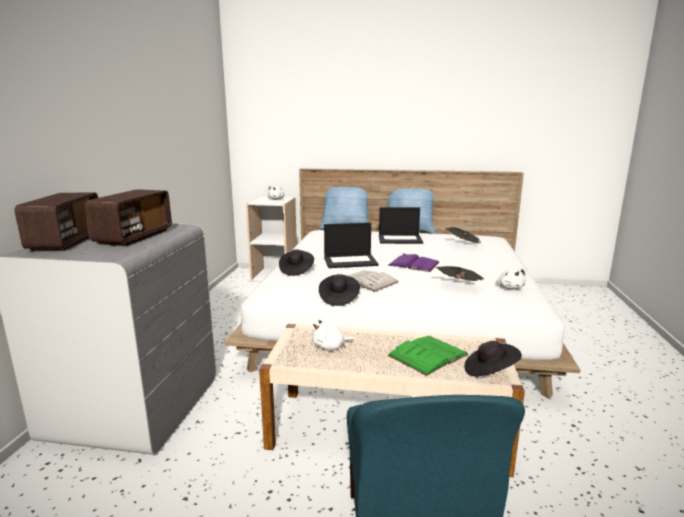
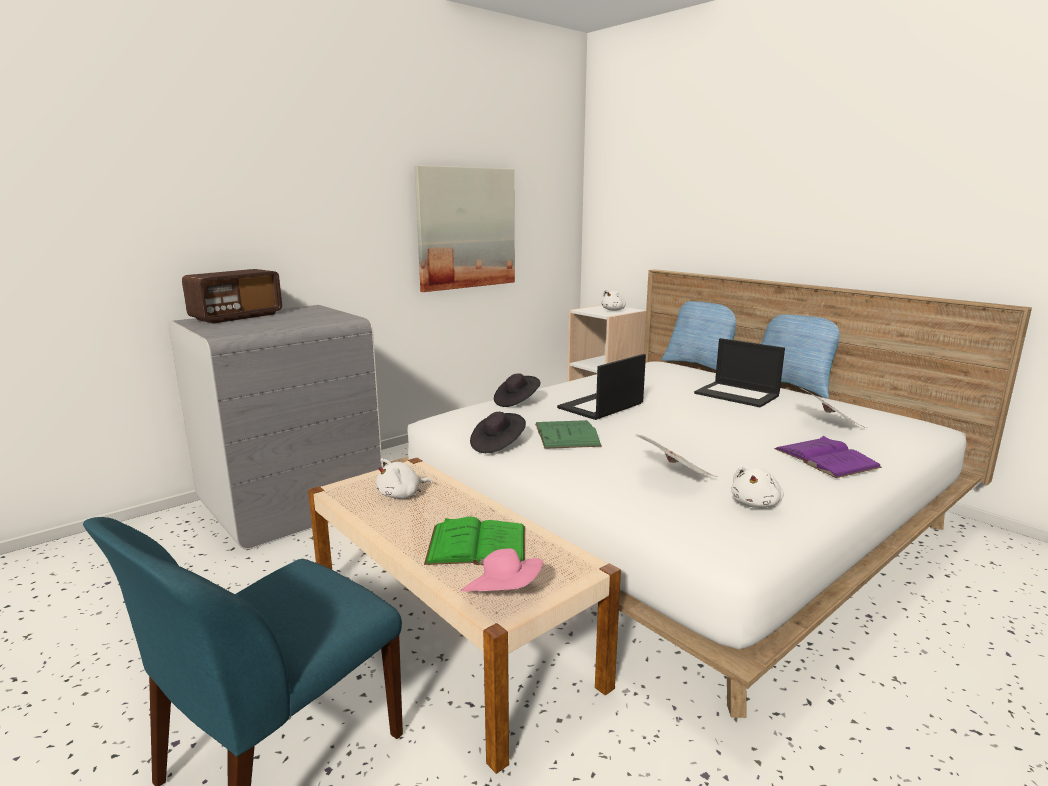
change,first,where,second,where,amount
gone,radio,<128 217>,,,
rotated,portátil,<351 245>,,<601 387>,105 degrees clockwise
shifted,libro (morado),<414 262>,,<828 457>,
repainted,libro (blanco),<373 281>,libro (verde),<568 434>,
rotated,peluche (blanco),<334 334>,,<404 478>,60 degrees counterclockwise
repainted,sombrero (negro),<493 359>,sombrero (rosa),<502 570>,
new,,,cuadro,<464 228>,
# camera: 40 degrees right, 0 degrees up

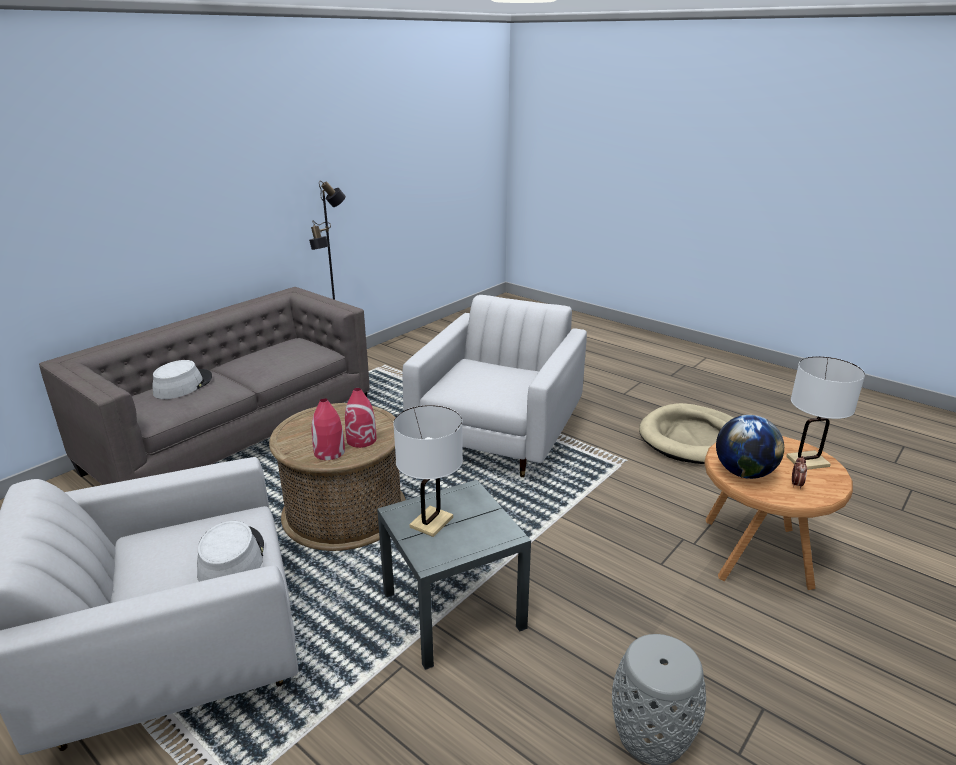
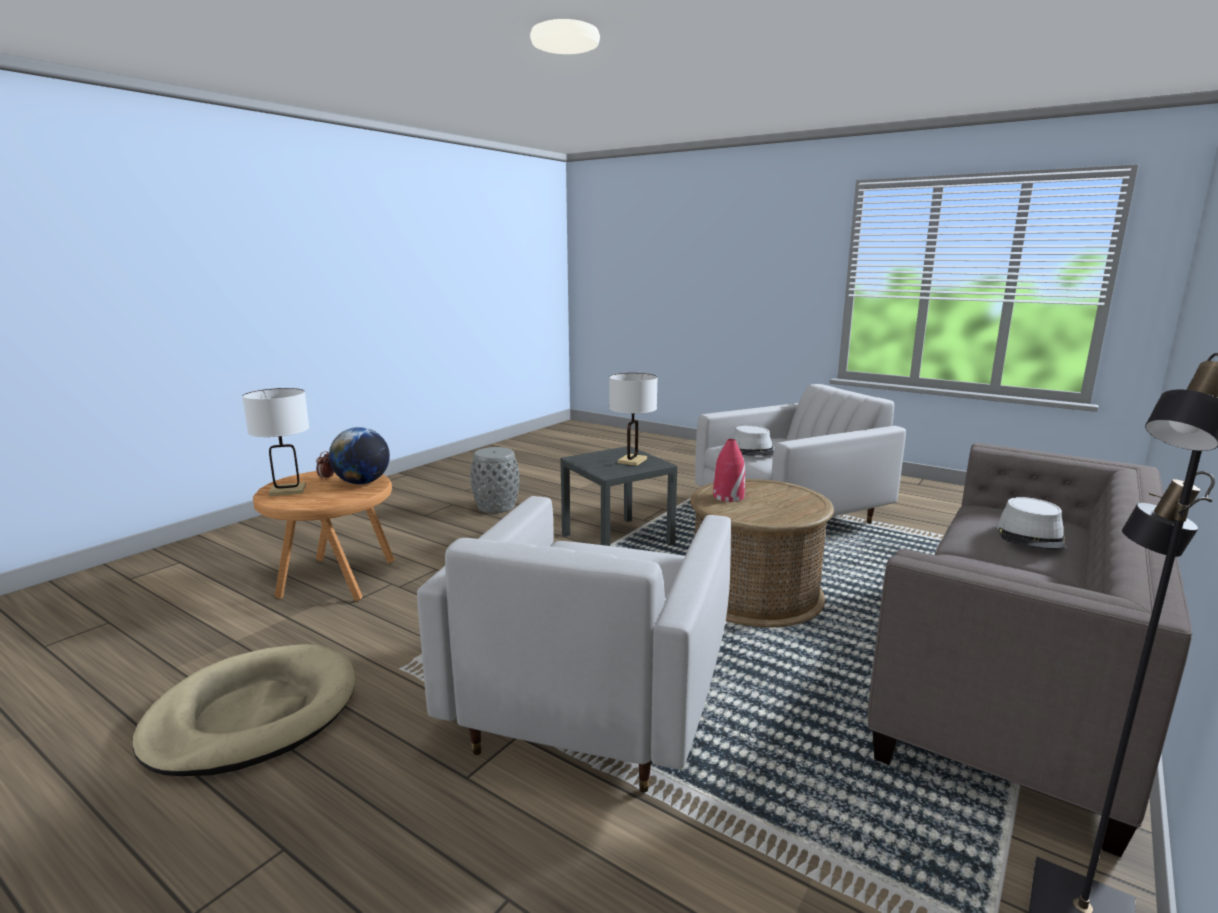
change,first,where,second,where,amount
gone,florero (rojo),<328 429>,,,
# camera: 175 degrees right, 10 degrees down

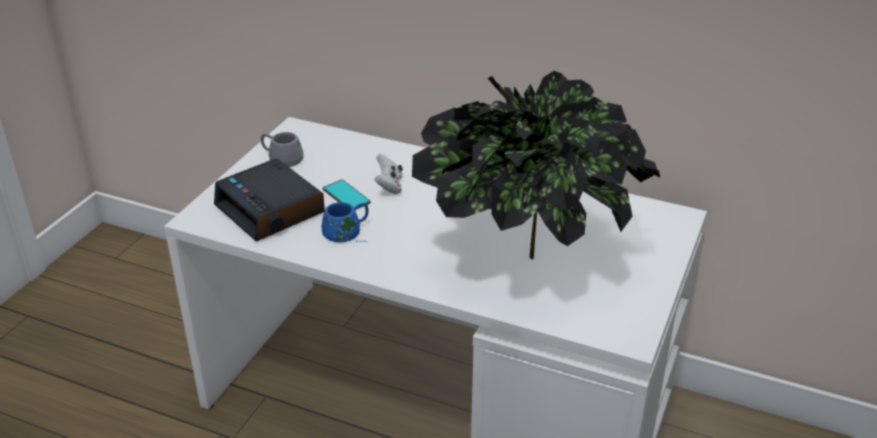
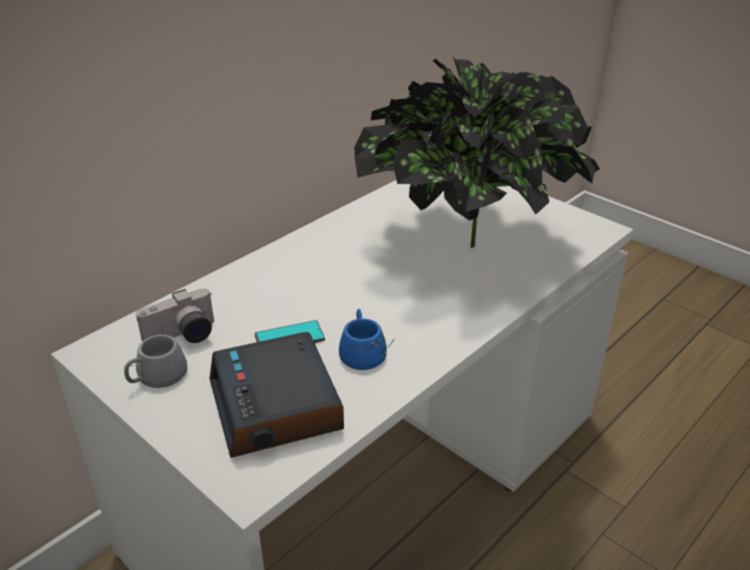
change,first,where,second,where,amount
gone,mando de consola (blanco),<389 174>,,,
rotated,despertador,<269 200>,,<277 395>,90 degrees clockwise
new,,,cámara,<175 316>,
# camera: 70 degrees left, 0 degrees up

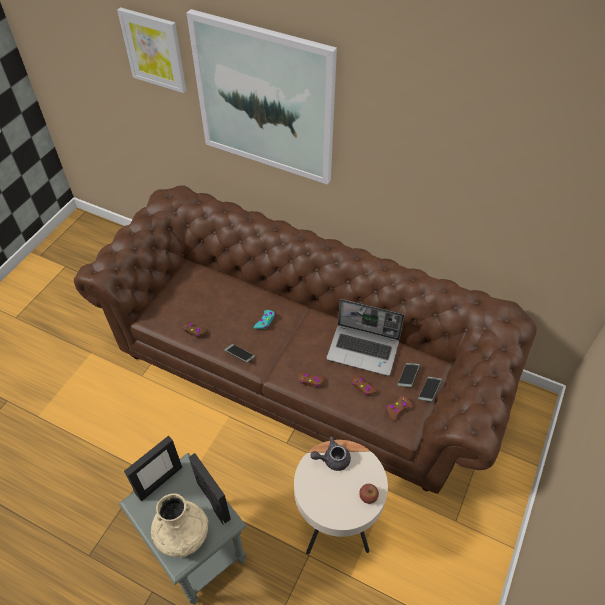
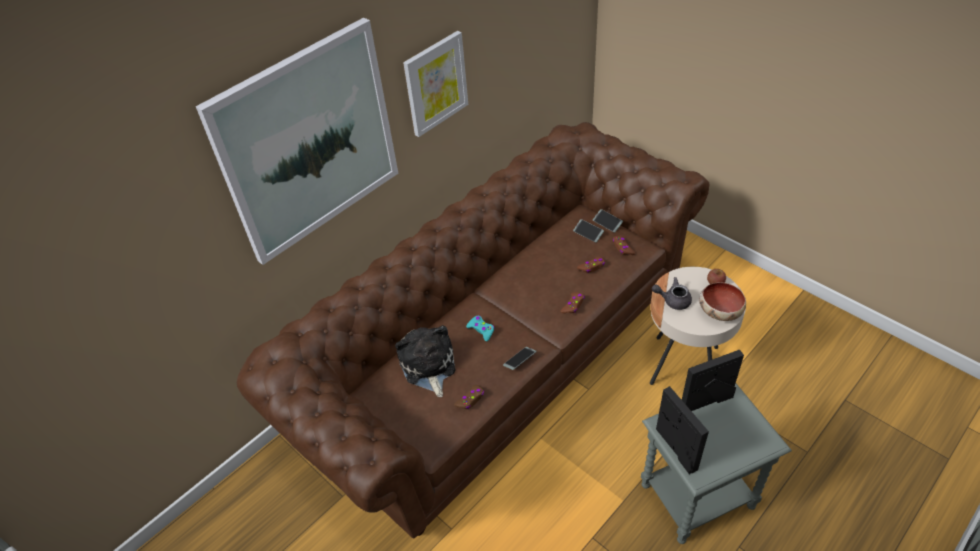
change,first,where,second,where,amount
shifted,cuadro,<151 50>,,<435 84>,
gone,portátil,<366 337>,,,
rotated,tetera (gris),<330 453>,,<672 293>,90 degrees clockwise
gone,florero (beis),<180 525>,,,
new,,,cuenco,<722 301>,
new,,,peluche,<425 361>,
# camera: 70 degrees left, 5 degrees down

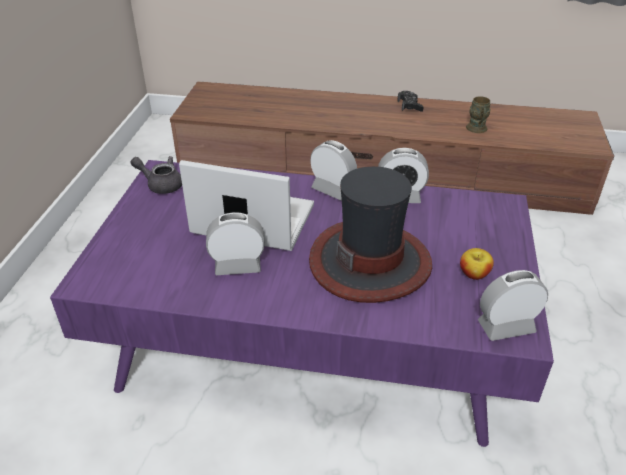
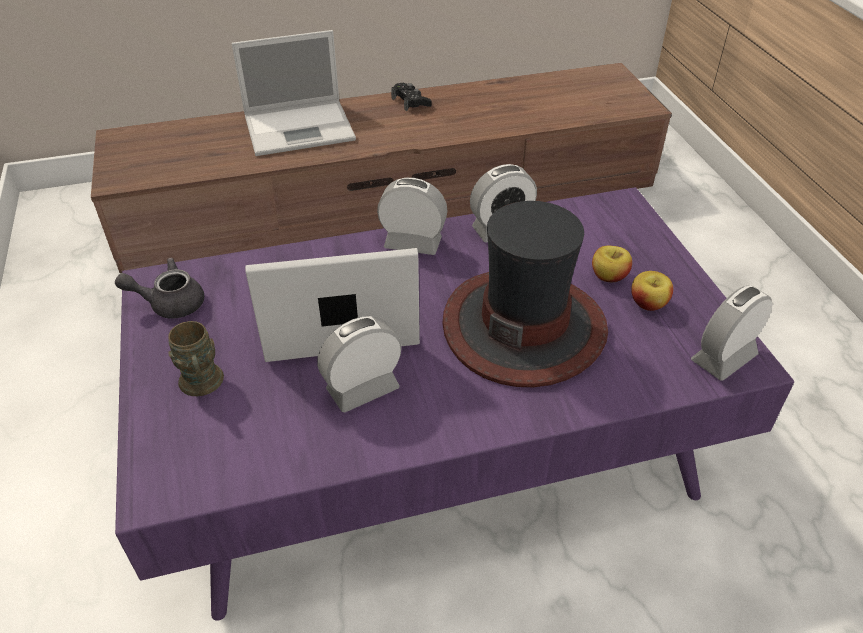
change,first,where,second,where,amount
shifted,taza grande (marrón),<478 114>,,<196 358>,
new,,,portátil,<293 93>,
new,,,manzana,<612 264>,
# camera: 25 degrees left, 5 degrees up

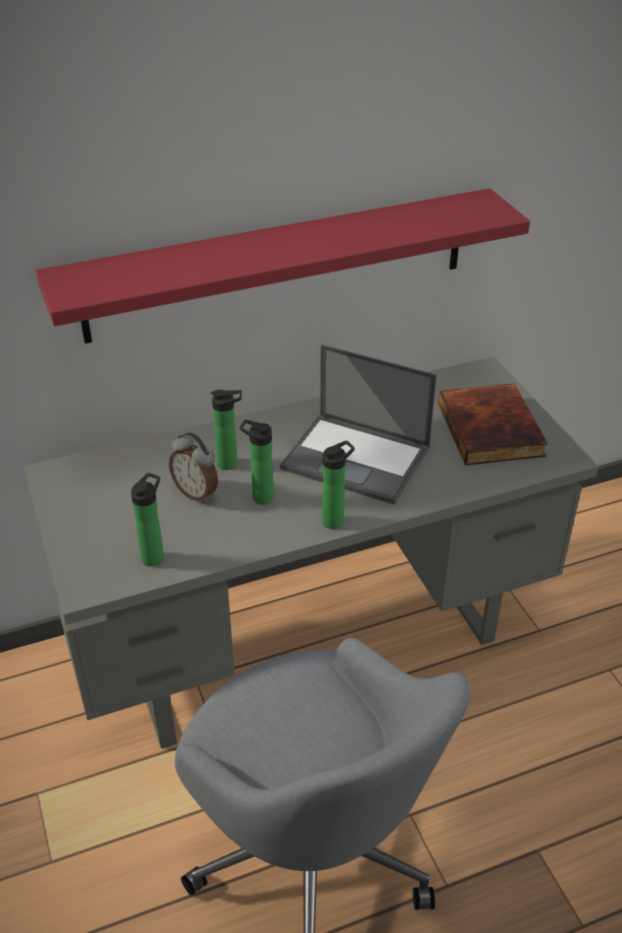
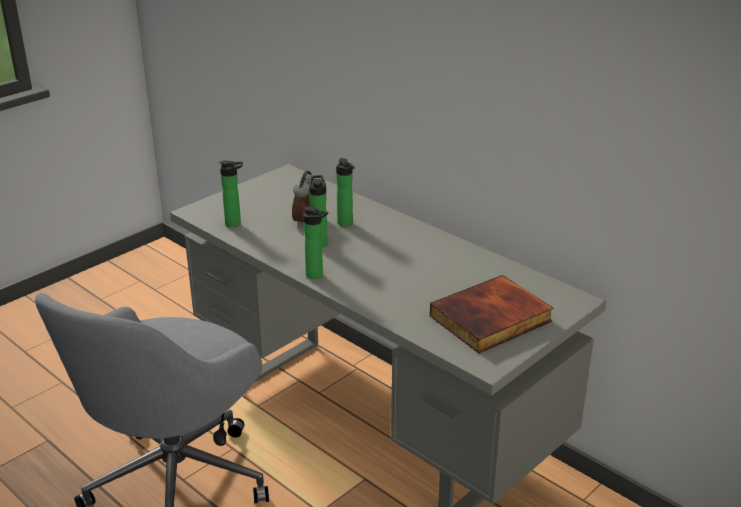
change,first,where,second,where,amount
gone,estante (rojo),<283 266>,,,
gone,portátil,<358 424>,,,
# camera: 65 degrees right, 10 degrees down

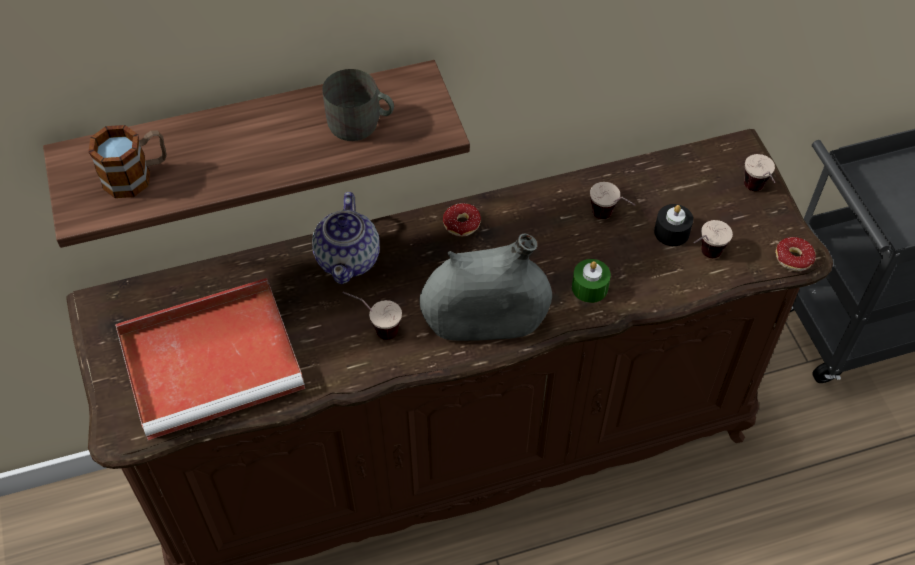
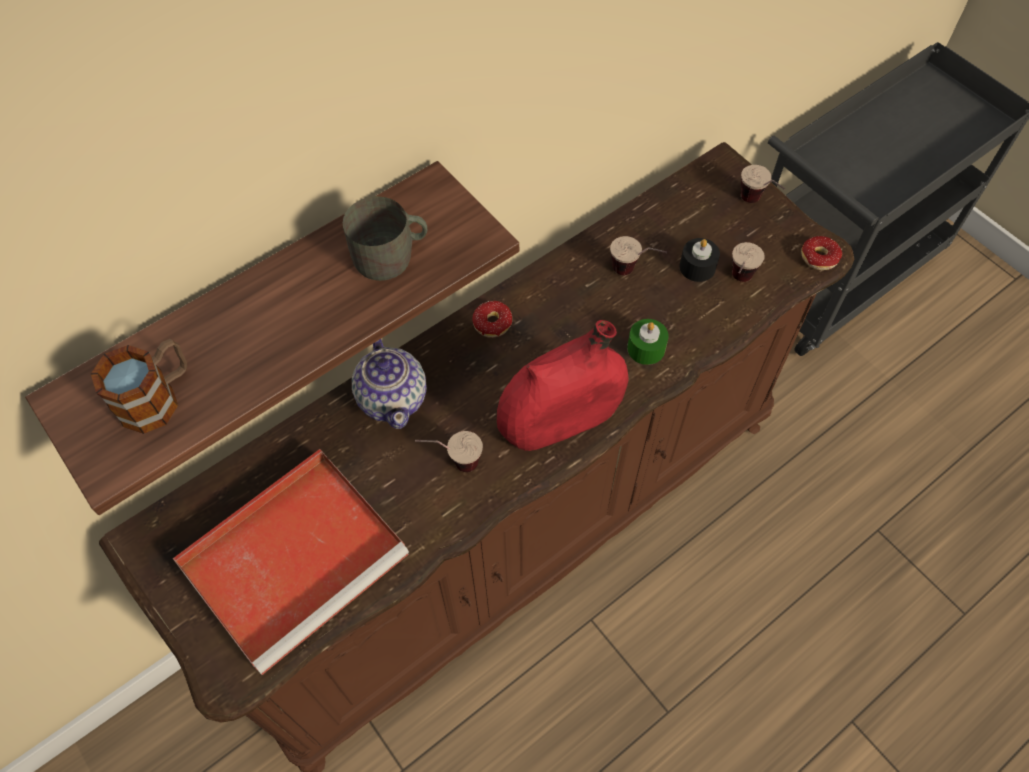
change,first,where,second,where,amount
repainted,florero (gris),<485 287>,florero (rojo),<563 385>,
# camera: 20 degrees left, 5 degrees up

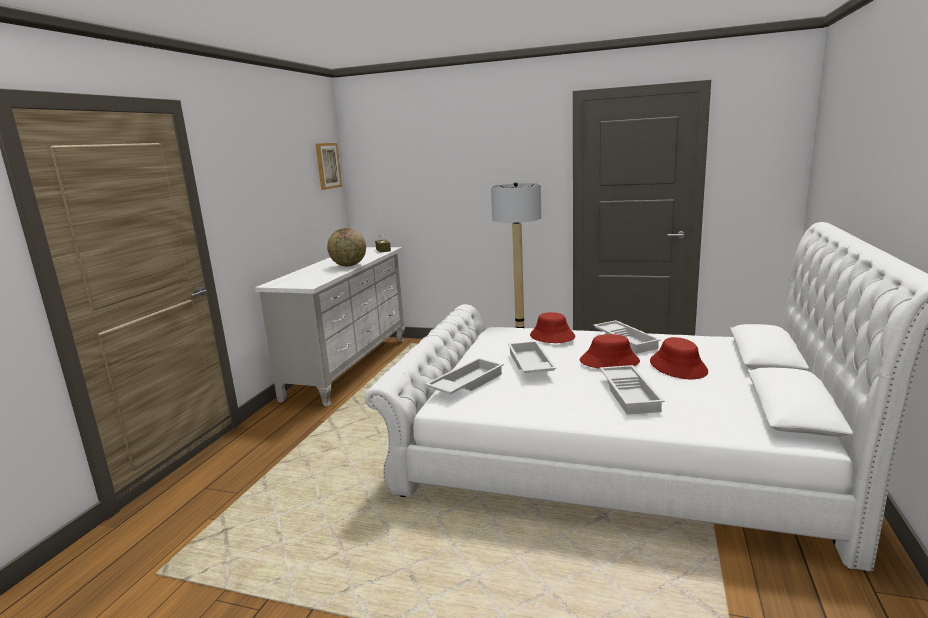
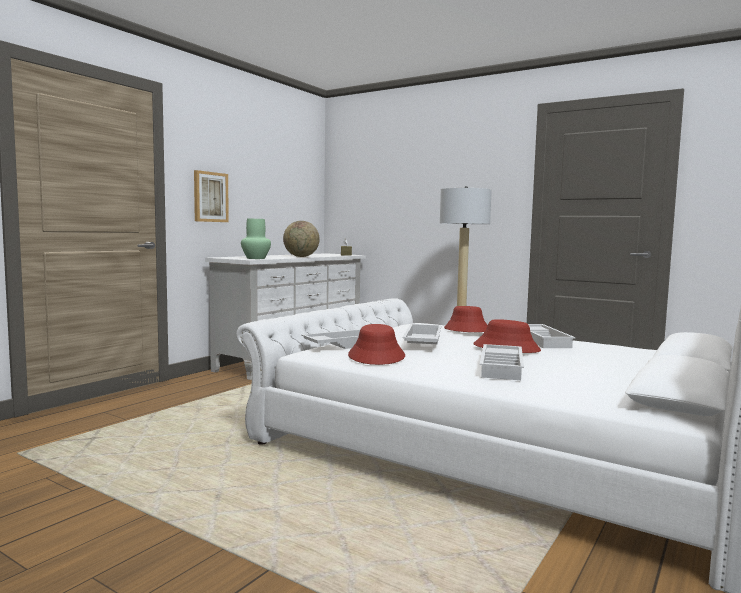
change,first,where,second,where,amount
shifted,cuadro,<329 166>,,<211 196>,
shifted,sombrero (rojo),<679 358>,,<376 344>,
new,,,florero (verde),<256 239>,
# camera: 15 degrees right, 10 degrees down

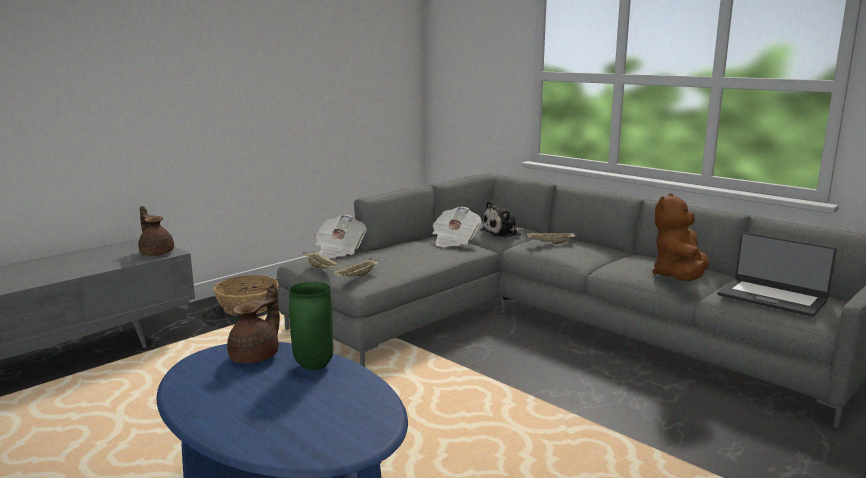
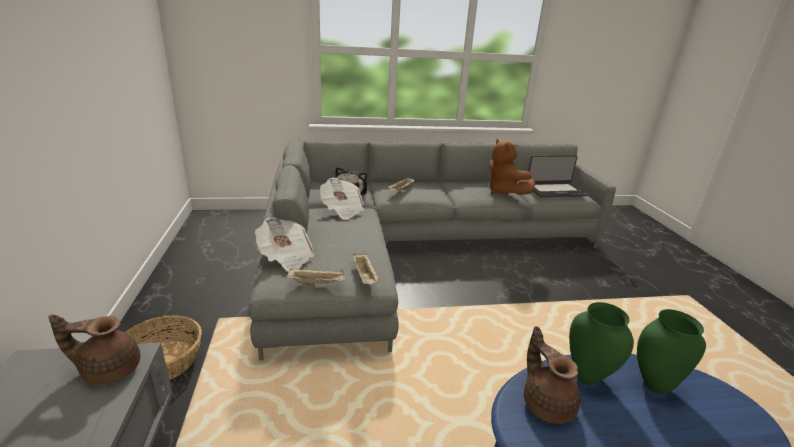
change,first,where,second,where,amount
new,,,florero (verde),<671 351>,
# camera: 55 degrees left, 10 degrees up

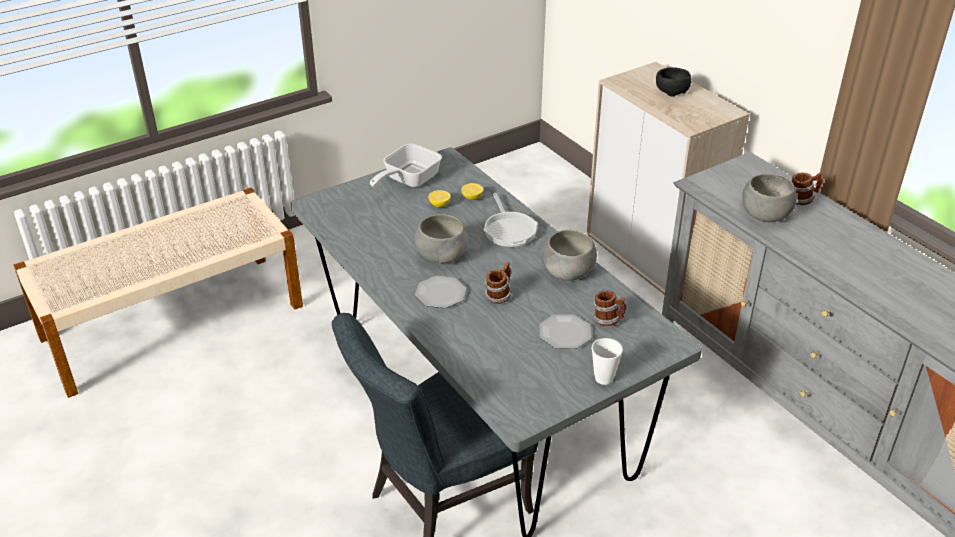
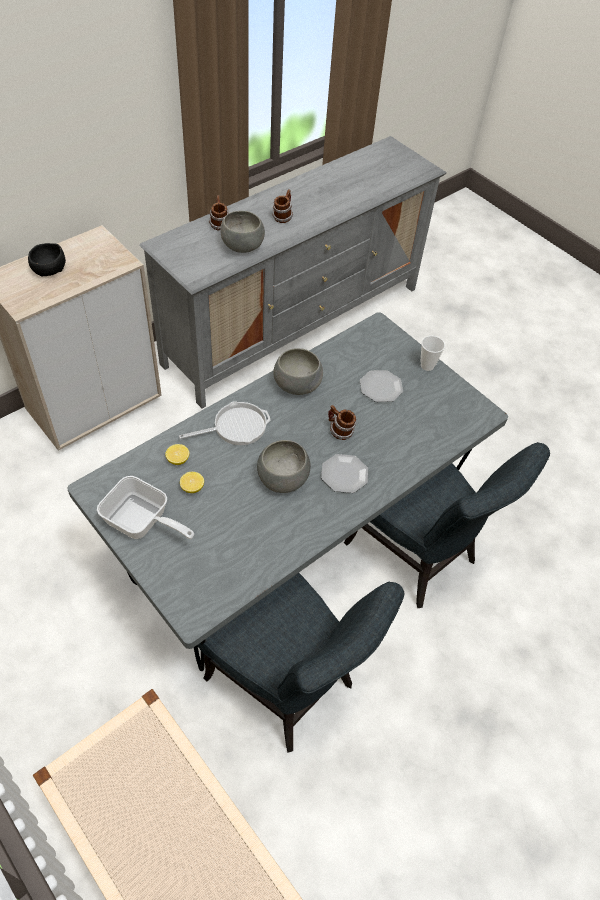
change,first,where,second,where,amount
shifted,taza grande,<609 308>,,<282 206>,
new,,,silla (gris),<300 663>,
# camera: 100 degrees left, 15 degrees up

